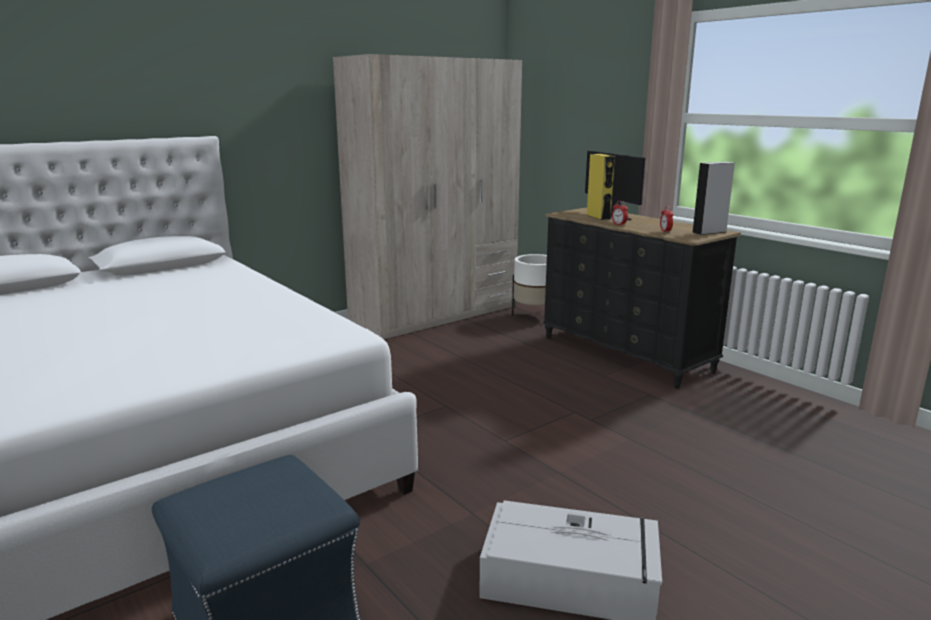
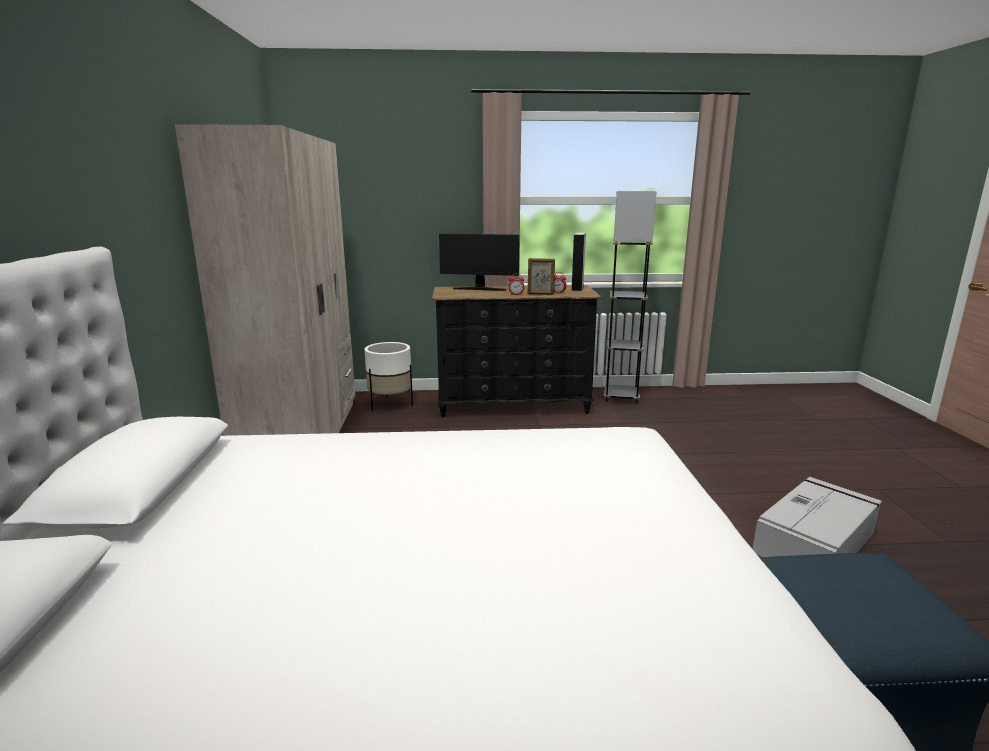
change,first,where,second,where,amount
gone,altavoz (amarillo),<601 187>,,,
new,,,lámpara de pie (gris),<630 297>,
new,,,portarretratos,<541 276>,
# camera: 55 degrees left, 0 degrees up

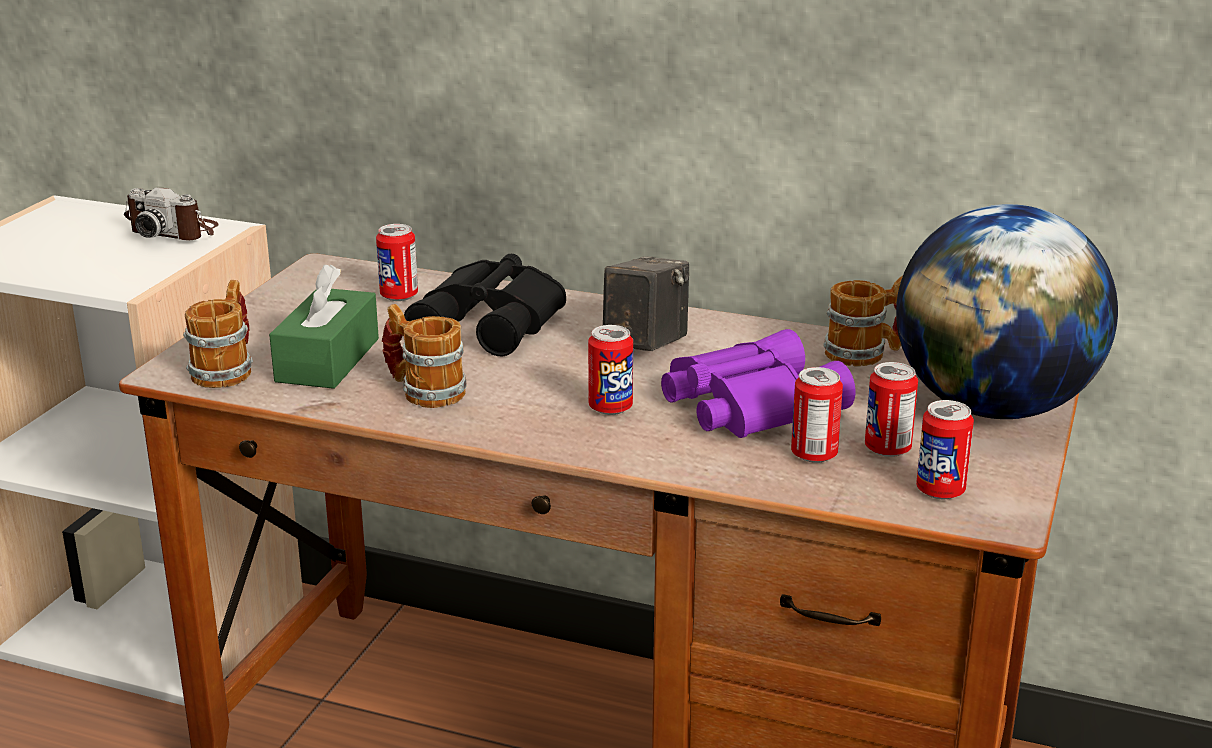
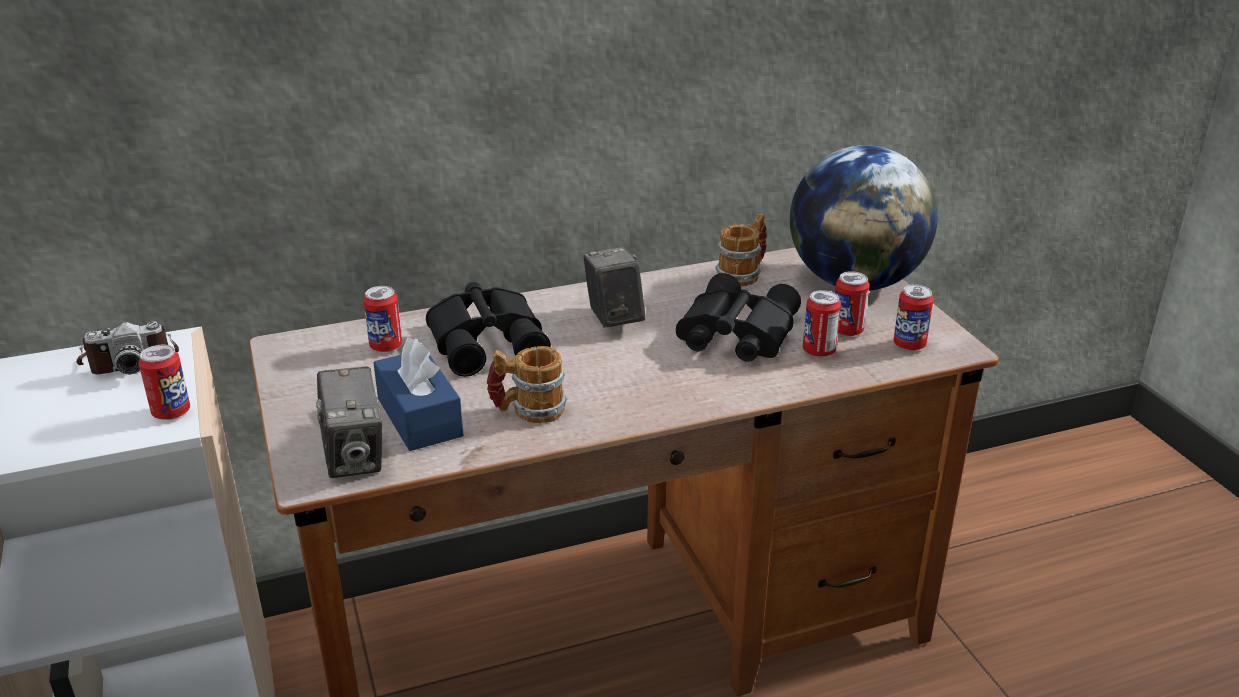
change,first,where,second,where,amount
repainted,caja de pañuelos (verde),<324 327>,caja de pañuelos (azul),<418 394>,
swapped,taza grande,<218 334>,cámara,<349 422>,
shifted,lata,<610 370>,,<164 382>,
repainted,prismáticos (morado),<758 383>,prismáticos (negro),<738 317>,
# camera: 40 degrees left, 5 degrees up

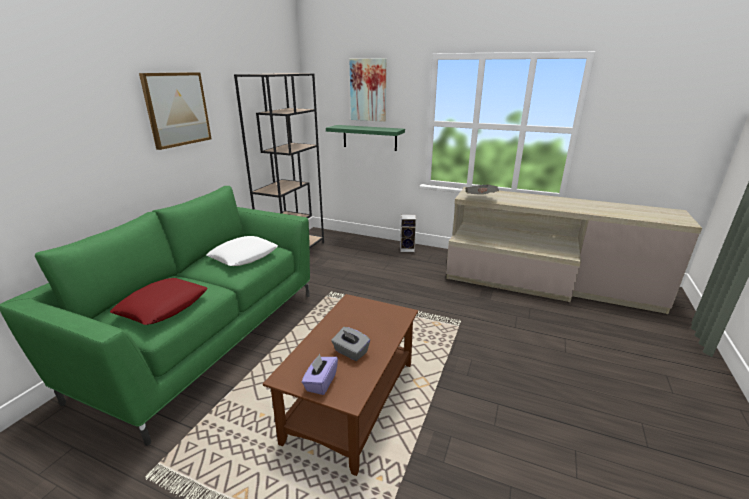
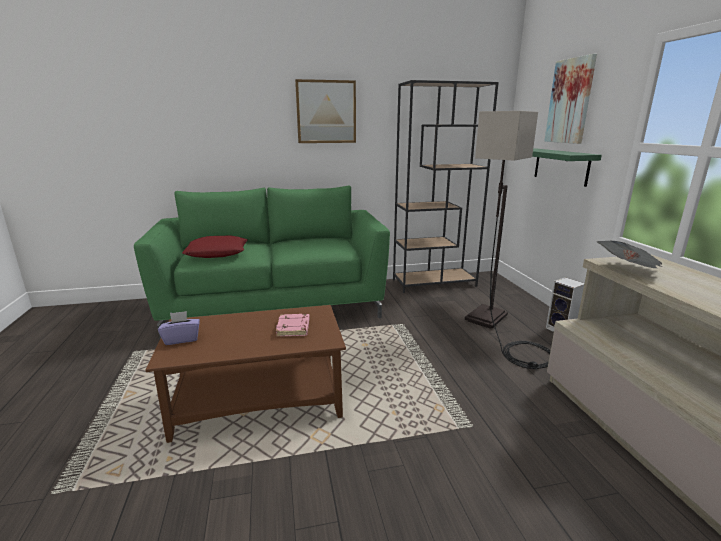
change,first,where,second,where,amount
gone,cojín (blanco),<242 251>,,,
gone,caja de pañuelos (gris),<350 344>,,,
new,,,lámpara de pie,<508 240>,
new,,,libro (rosa),<293 325>,
# camera: 55 degrees right, 5 degrees down

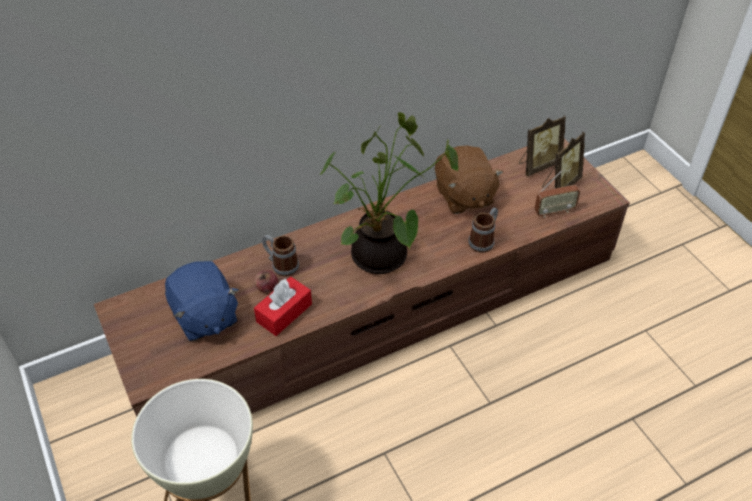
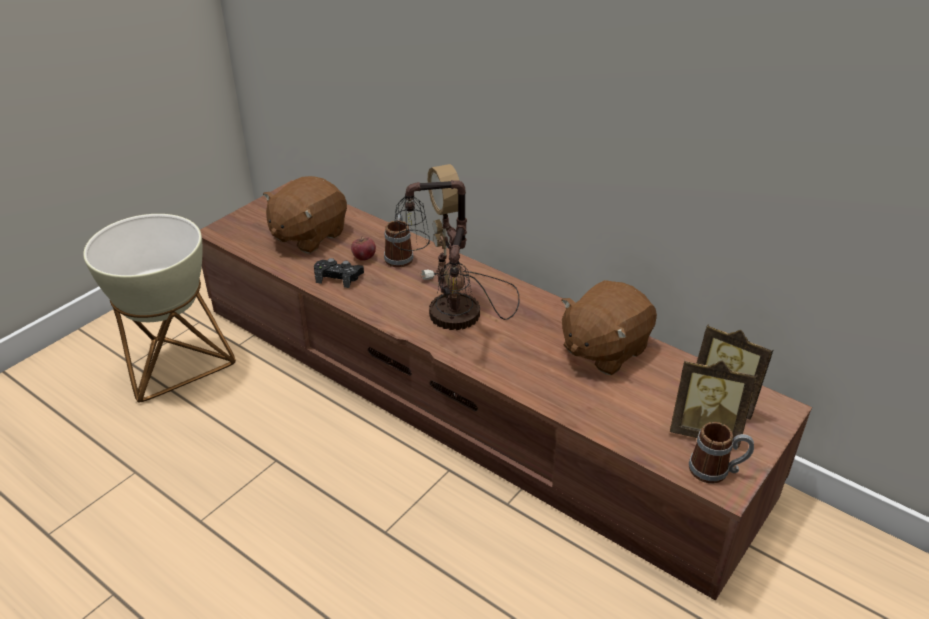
change,first,where,second,where,amount
swapped,planta en maceta,<389 193>,lámpara de mesa,<455 247>,
gone,radio,<557 193>,,,
shifted,taza grande,<483 230>,,<721 453>,
repainted,peluche (azul),<202 301>,peluche (marrón),<305 214>,
swapped,caja de pañuelos (rojo),<283 306>,mando de consola (negro),<339 273>,
# camera: 65 degrees right, 10 degrees down

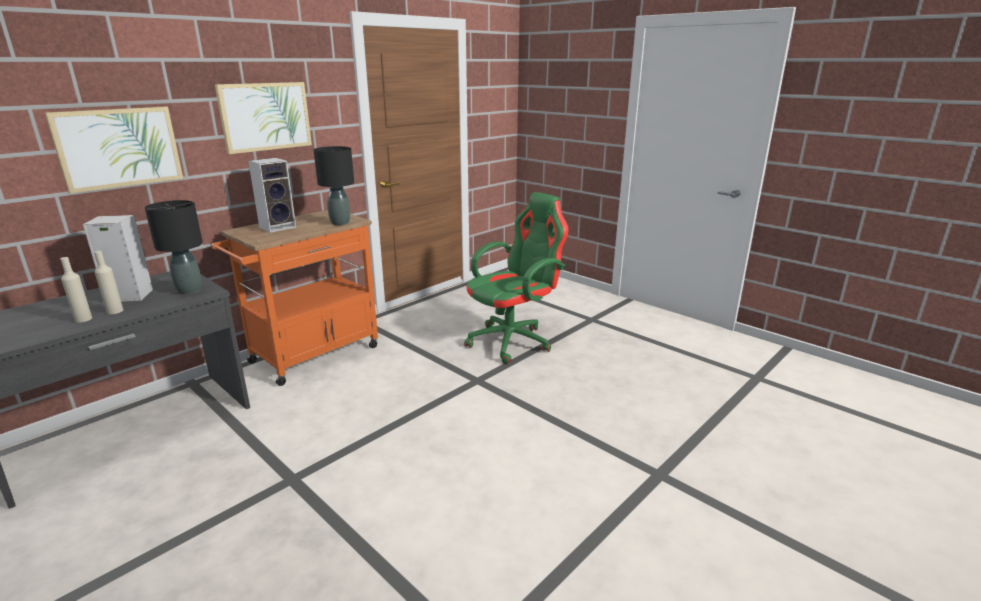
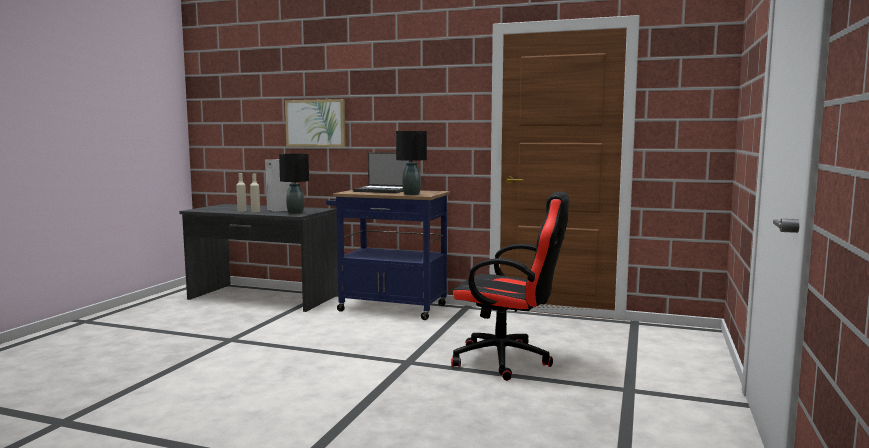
change,first,where,second,where,amount
gone,cuadro,<263 118>,,,
swapped,altavoz,<272 195>,portátil,<381 172>,
repainted,silla de oficina (verde),<516 278>,silla de oficina (negro),<510 286>,
repainted,carrito (naranja),<295 298>,carrito (azul),<388 255>,
# camera: 65 degrees right, 15 degrees down

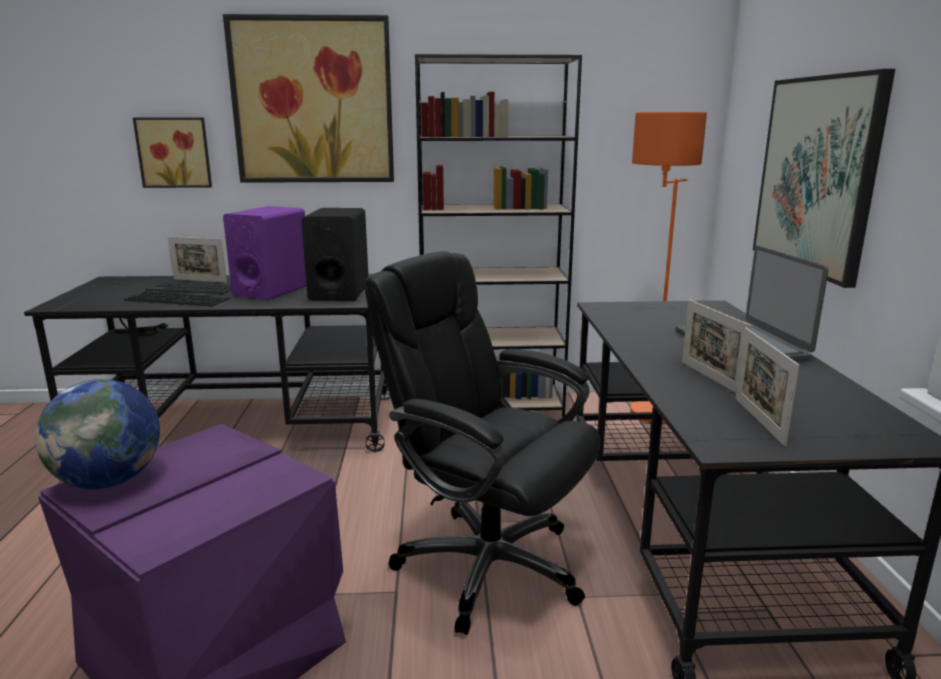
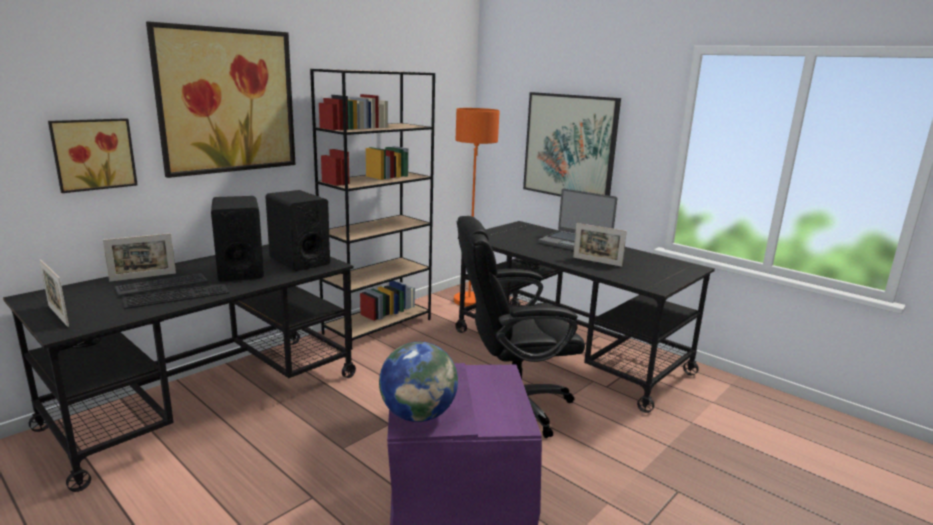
change,first,where,second,where,amount
repainted,altavoz (morado),<265 253>,altavoz (negro),<237 239>,
shifted,portarretratos,<767 386>,,<54 293>,
# camera: 45 degrees left, 0 degrees up

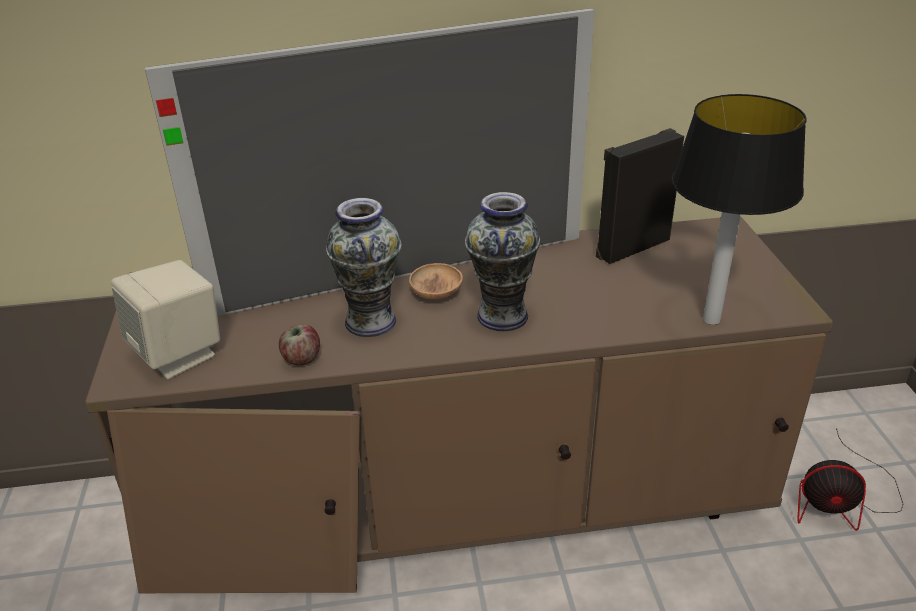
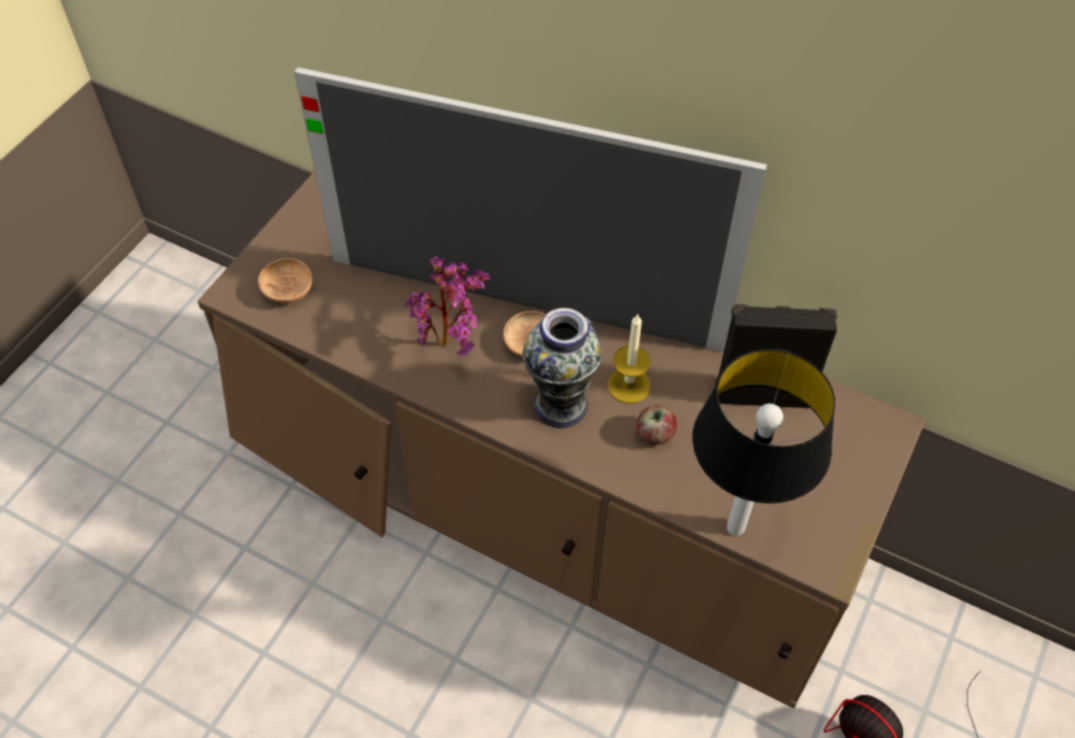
change,first,where,second,where,amount
swapped,florero,<364 267>,planta en maceta,<447 306>,
swapped,altavoz (beis),<165 319>,cuenco (marrón),<285 281>,
shifted,manzana,<299 345>,,<656 425>,
new,,,vela,<629 358>,
# camera: 35 degrees right, 20 degrees up

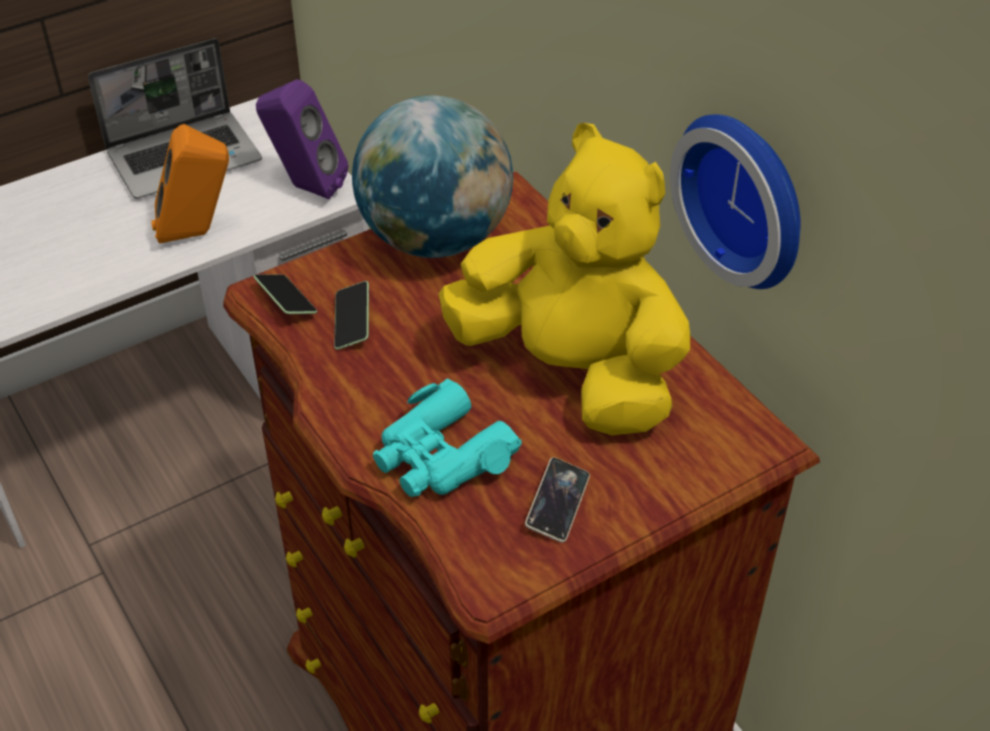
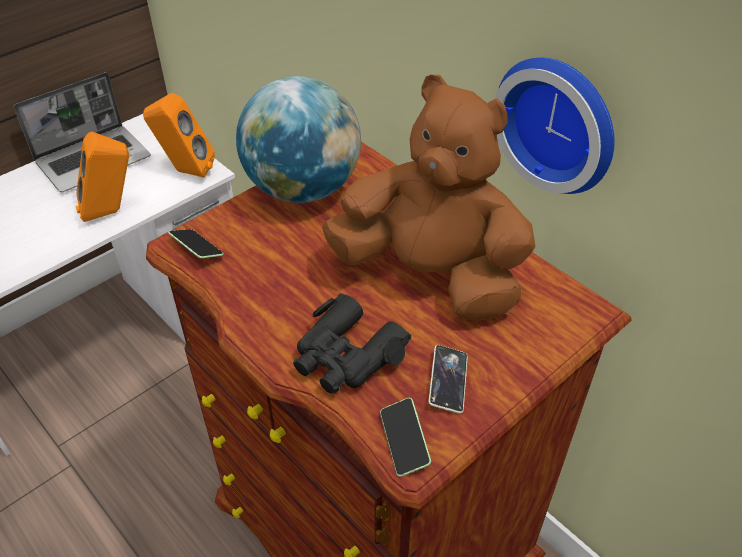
change,first,where,second,where,amount
repainted,altavoz (morado),<302 139>,altavoz (naranja),<179 135>,
repainted,peluche (amarillo),<564 279>,peluche (marrón),<429 198>,
shifted,móvil,<351 315>,,<405 437>,
repainted,prismáticos (turquesa),<447 437>,prismáticos (negro),<352 343>,
# camera: 10 degrees left, 0 degrees up

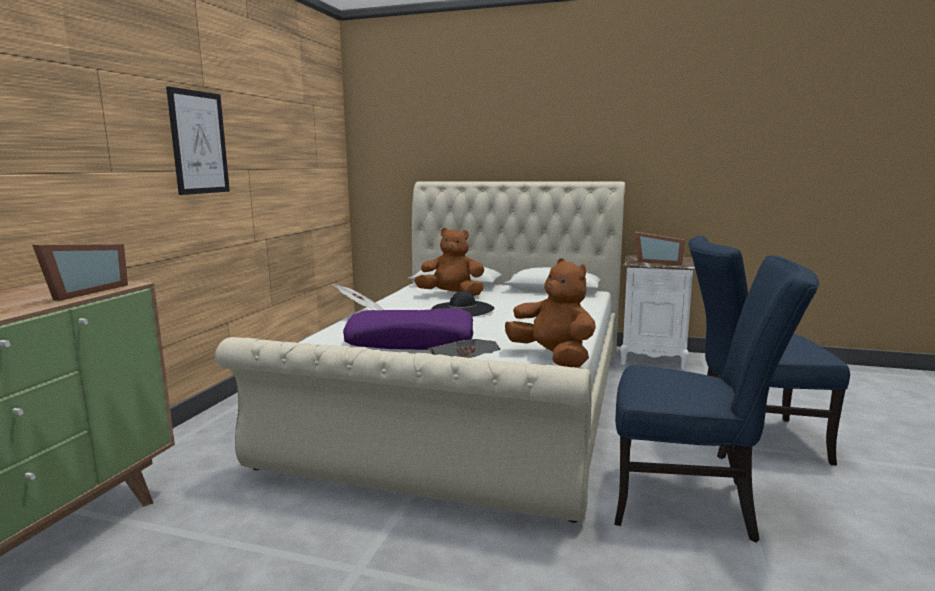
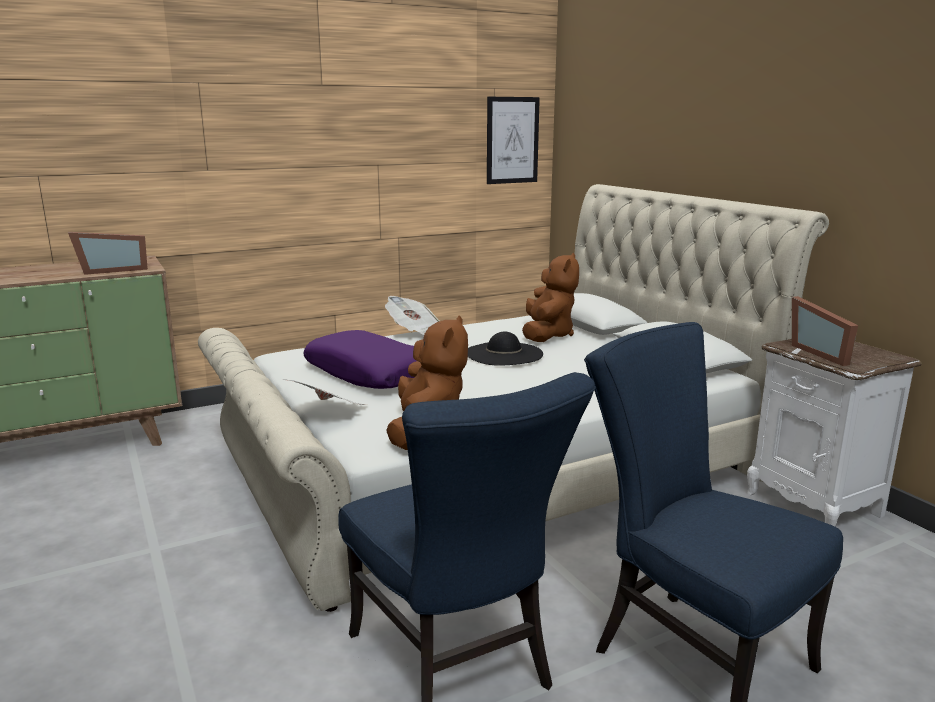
change,first,where,second,where,amount
shifted,cuadro,<198 140>,,<513 140>,
rotated,peluche (marrón),<449 262>,,<550 297>,45 degrees clockwise
# camera: 45 degrees right, 5 degrees up

